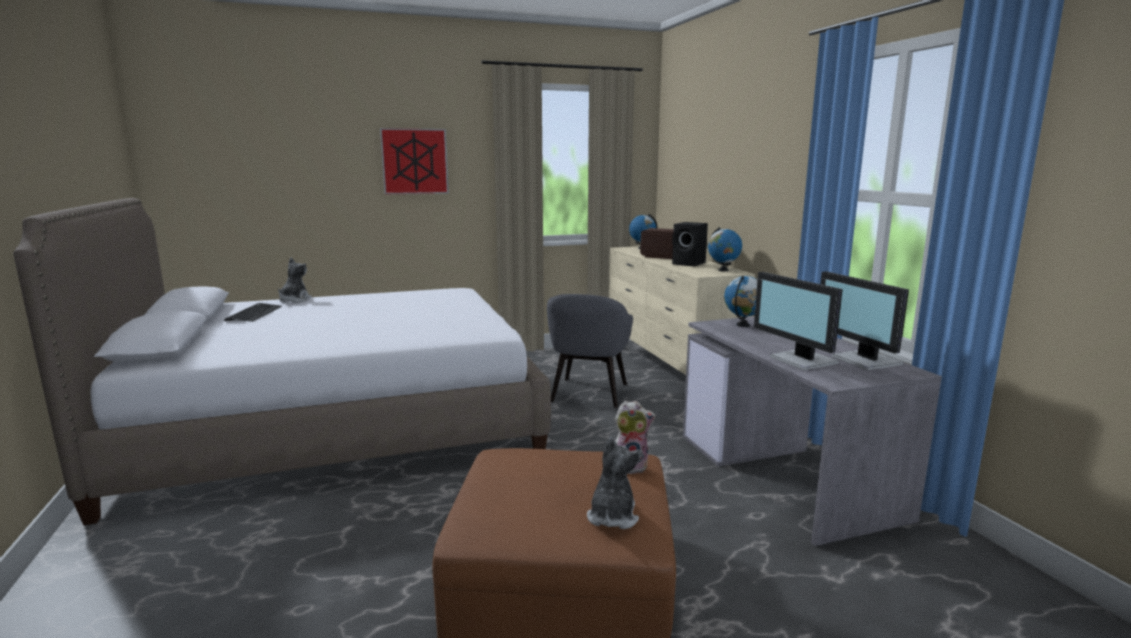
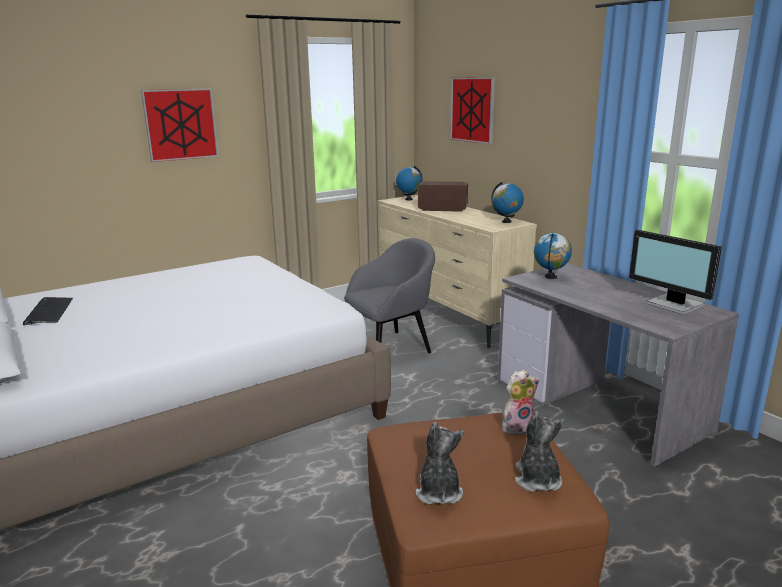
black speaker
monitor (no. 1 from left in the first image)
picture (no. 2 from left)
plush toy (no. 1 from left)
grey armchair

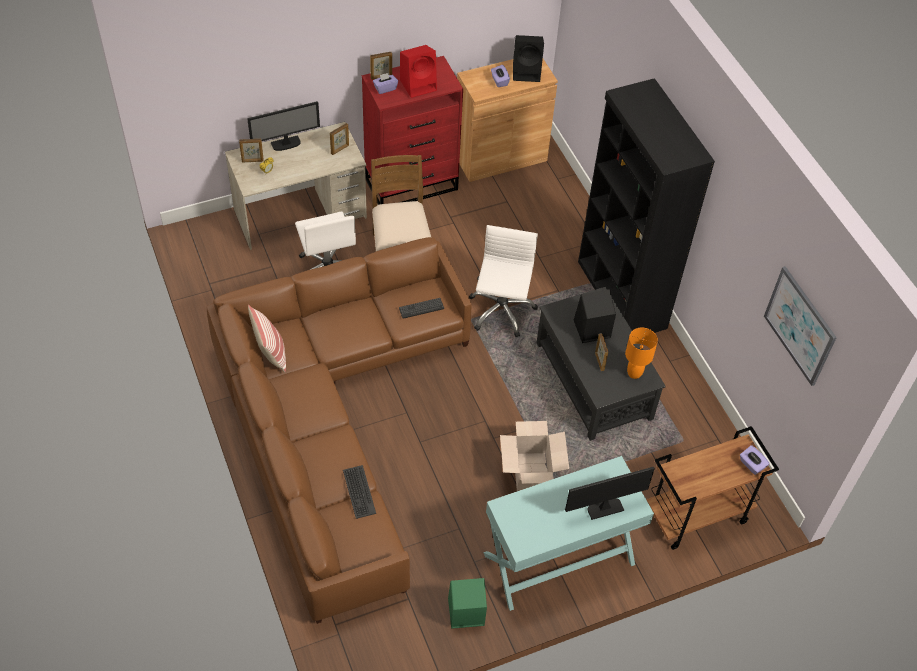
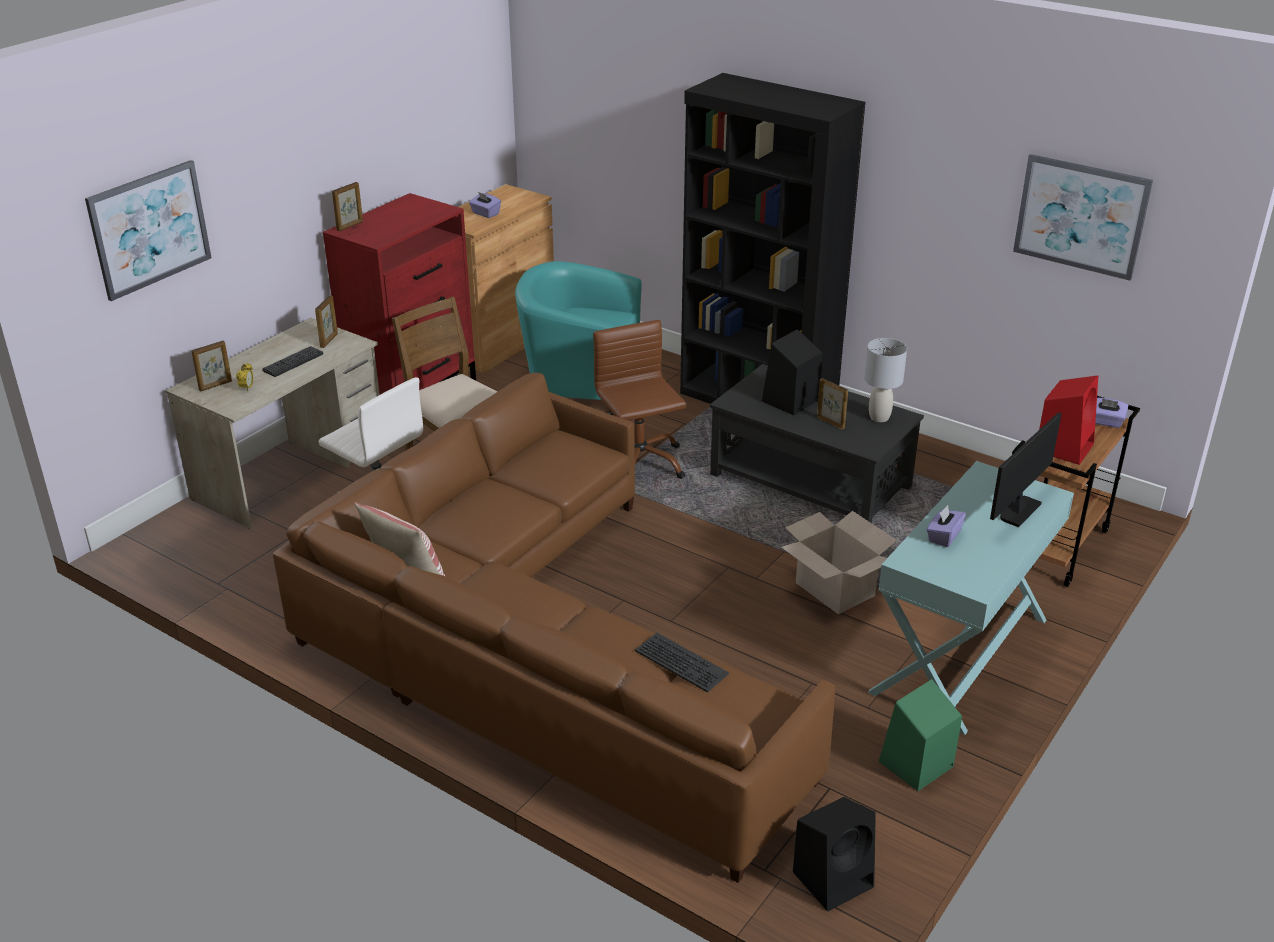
monitor (no. 1 from left in the first image)
picture (no. 1 from left)
turquoise armchair
purple tissue box (no. 2 from left)
keyboard (no. 1 from left)
red speaker
black speaker (no. 2 from left)
brown office chair
grey table lamp

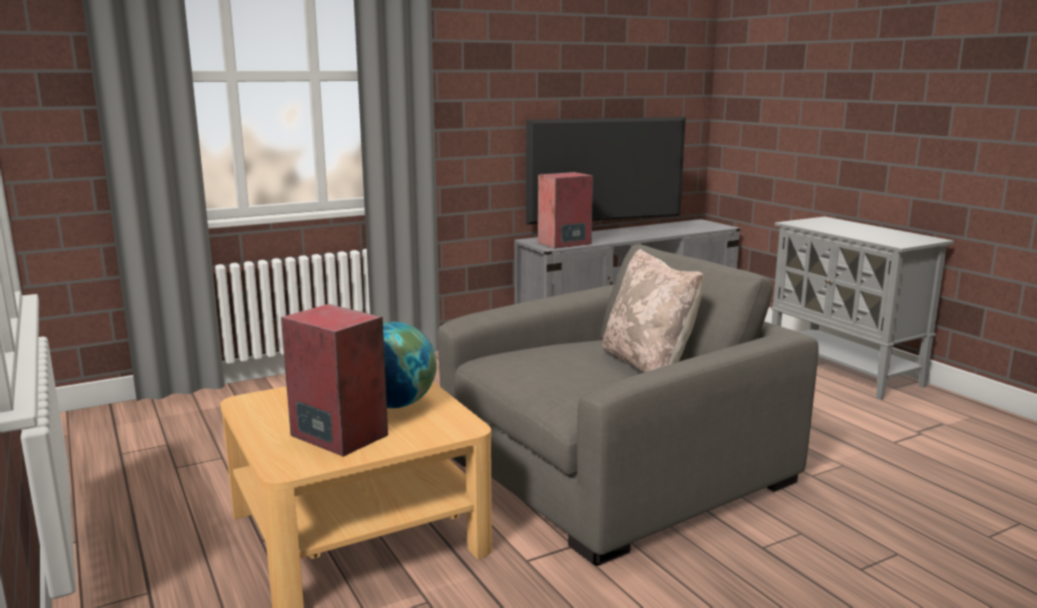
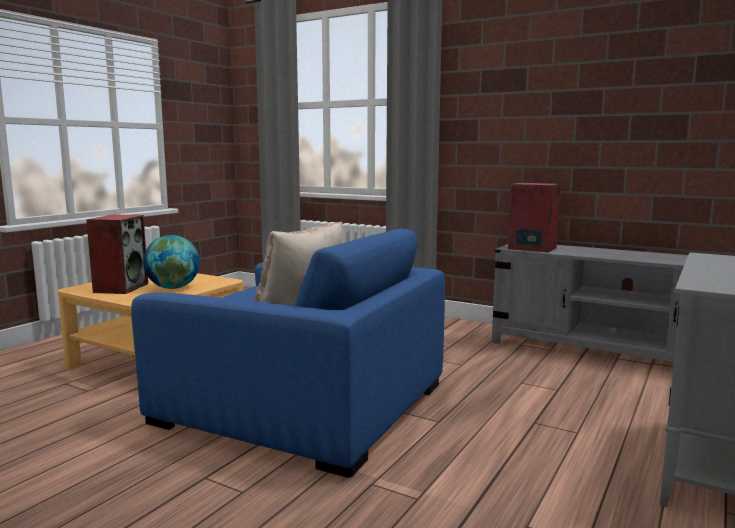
television
blue armchair

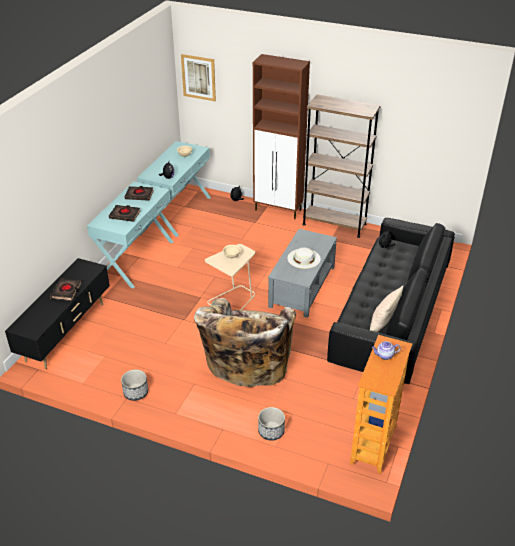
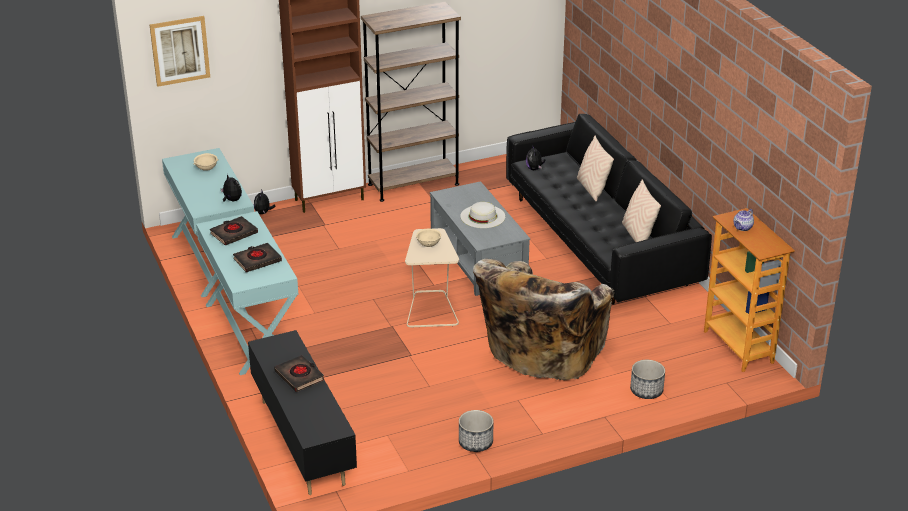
beige pillow (no. 1 from left)
beige armchair

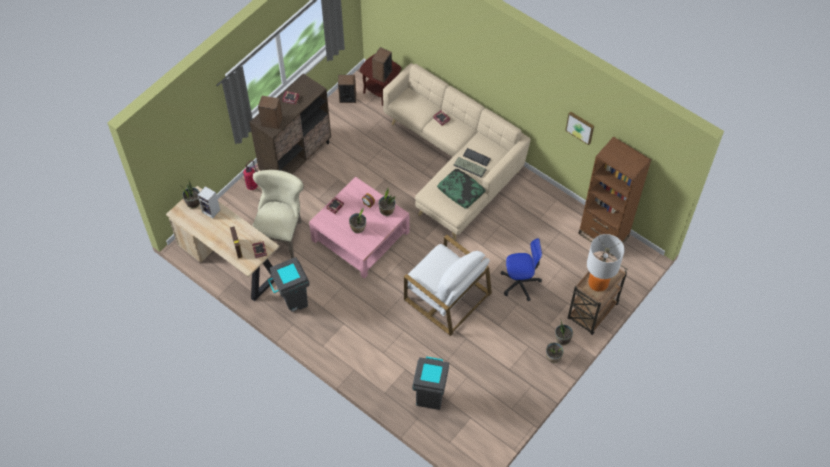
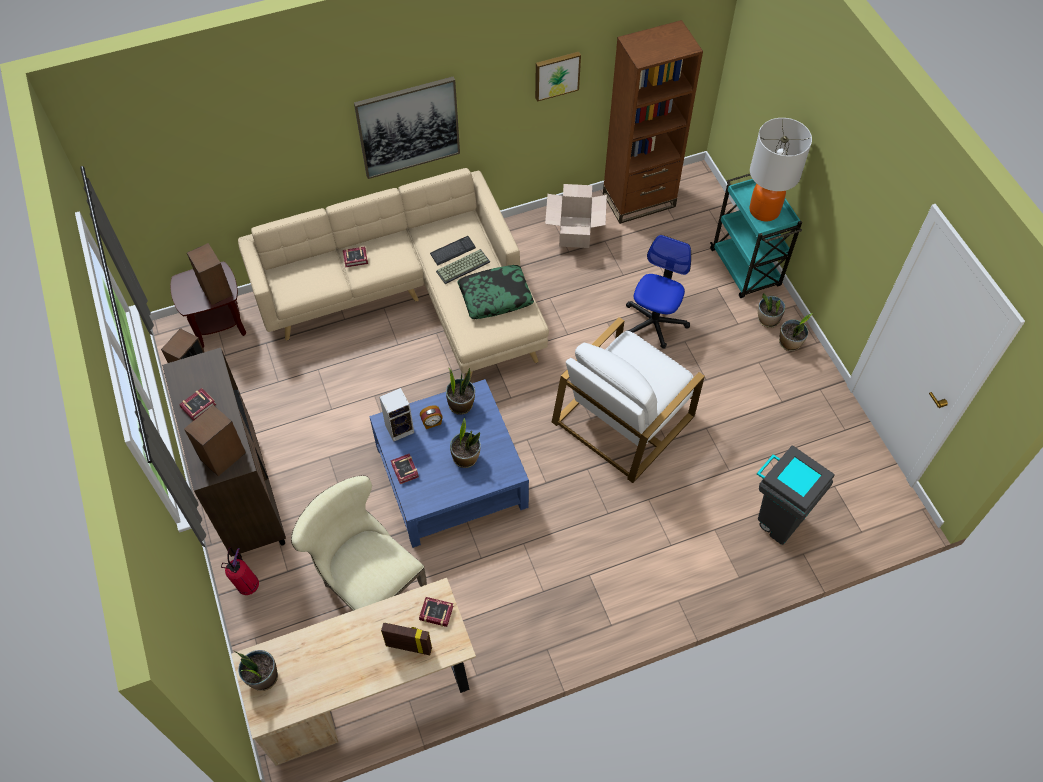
grey trash can (no. 1 from left in the first image)
picture (no. 1 from left)
cardboard box
speaker (no. 4 from left)
blue coffee table
turquoise cart
white armchair

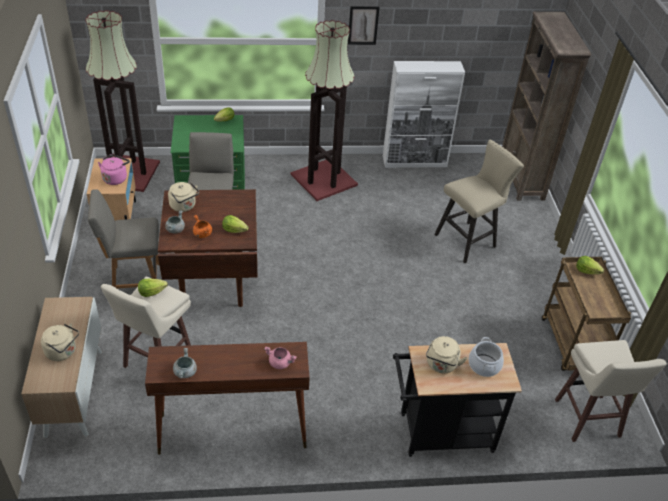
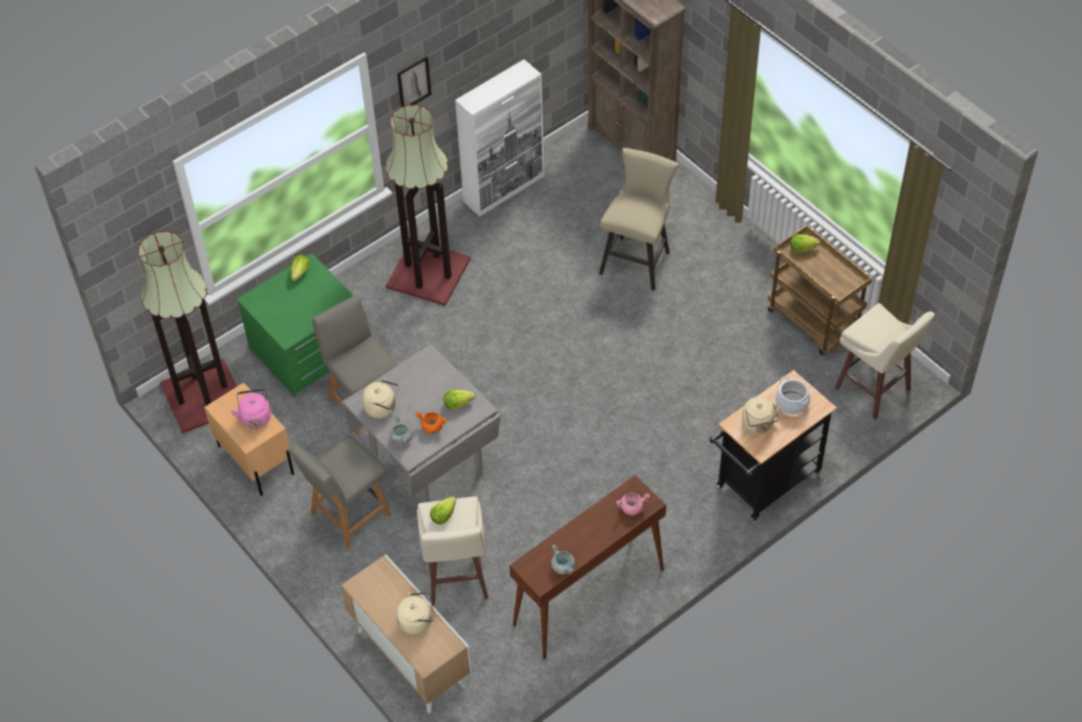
grey dining table

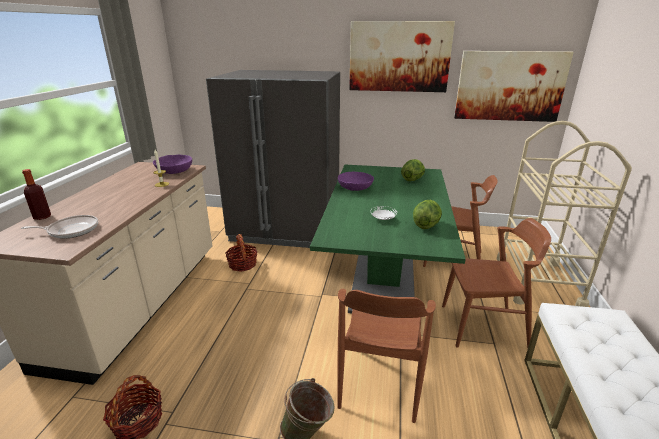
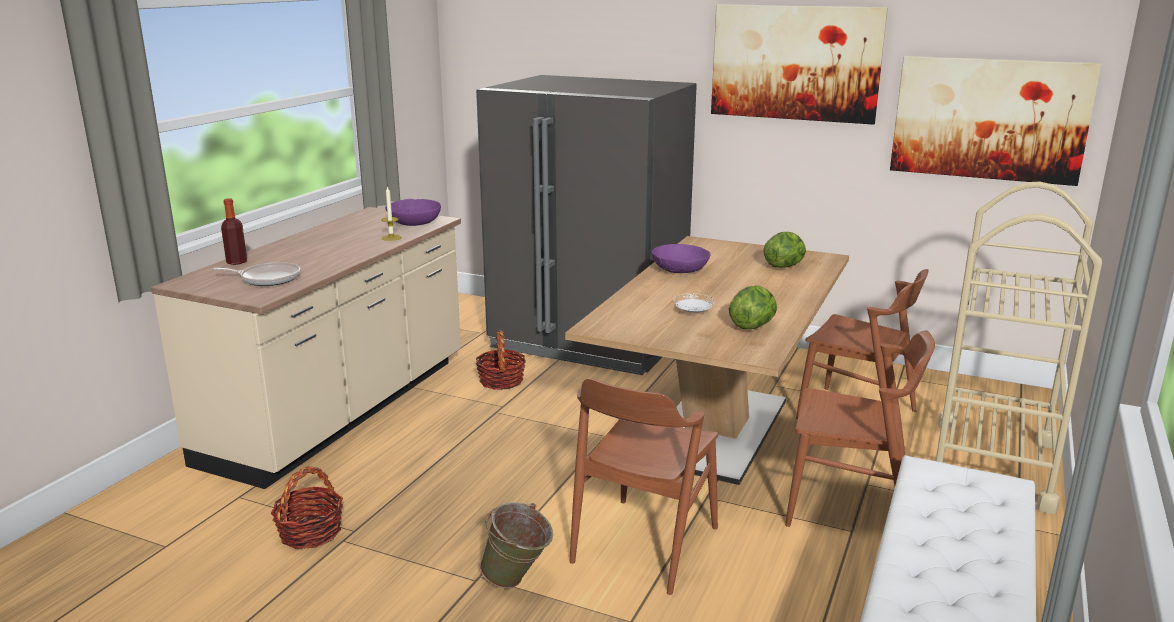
brown dining table

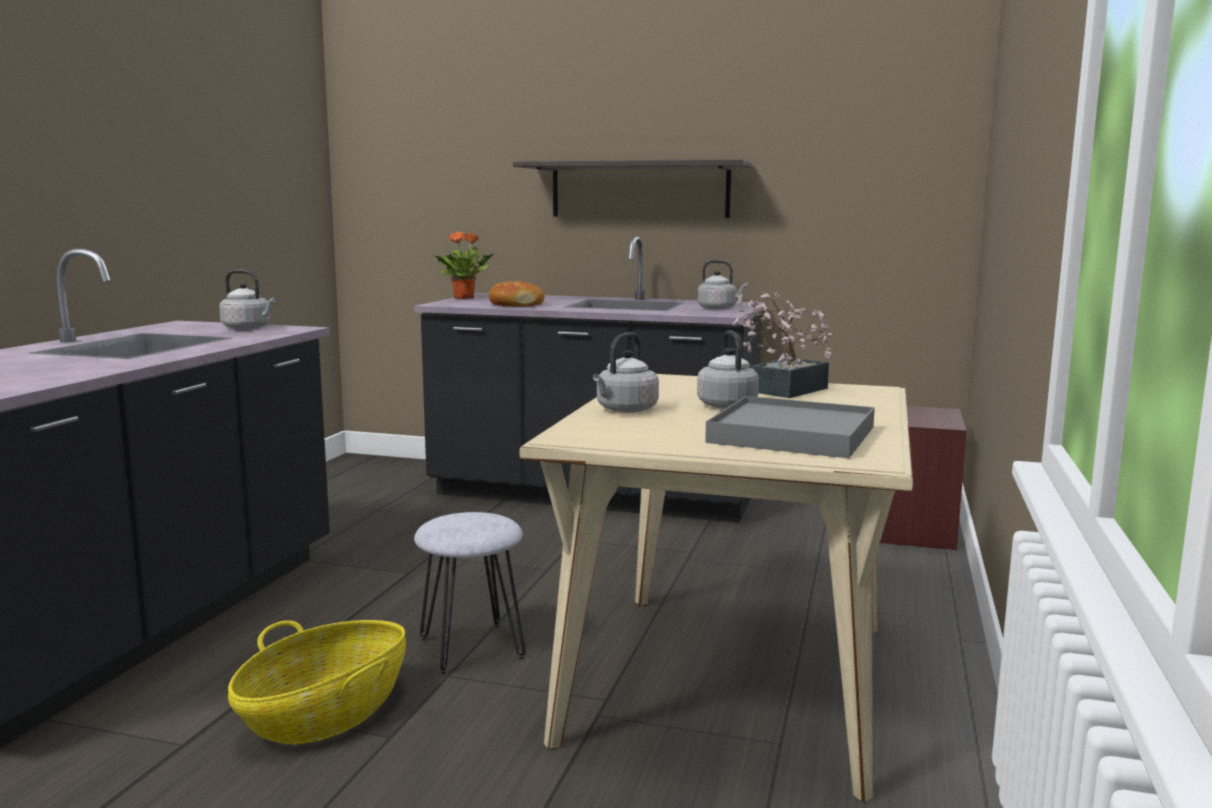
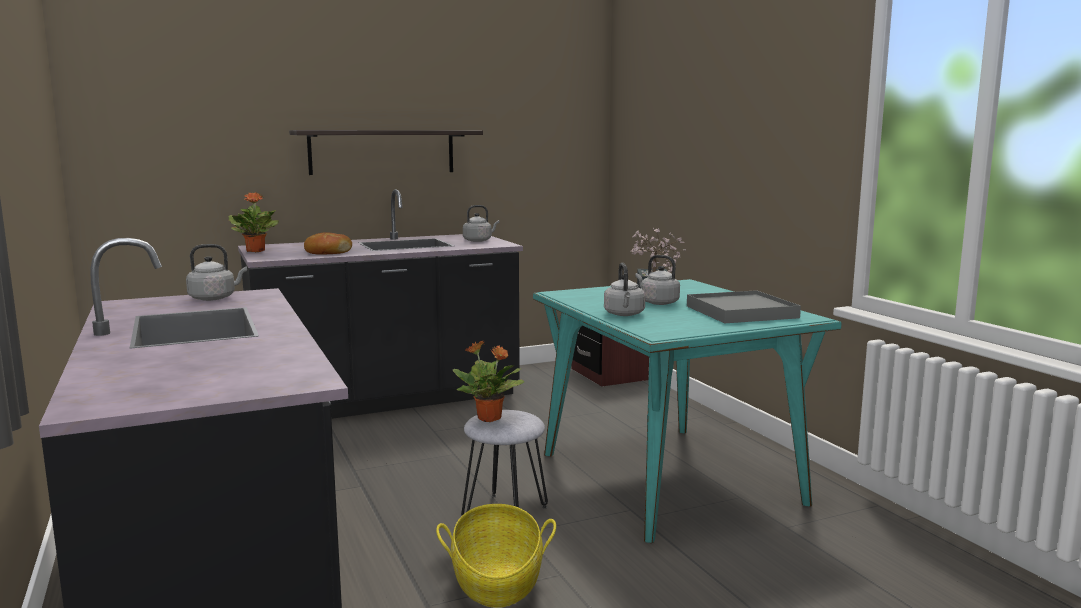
potted plant (no. 2 from left)
turquoise dining table

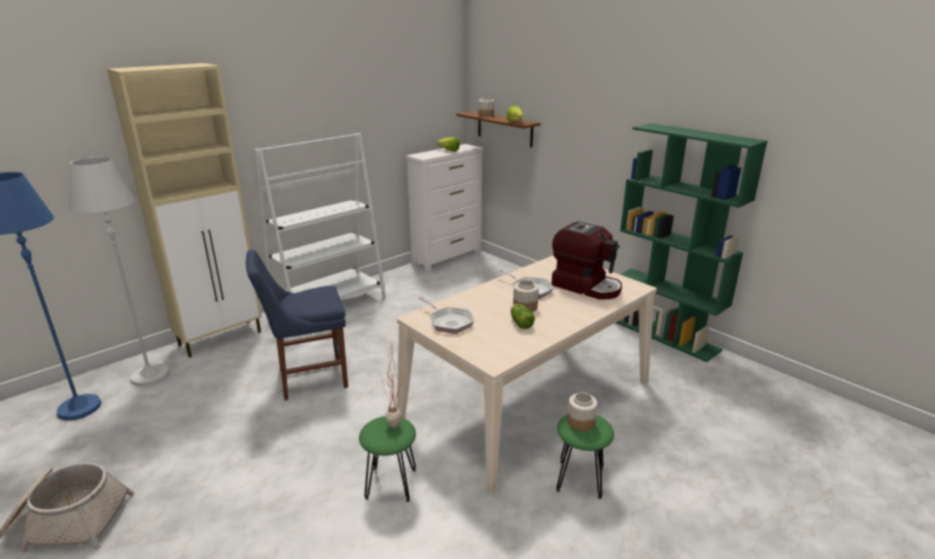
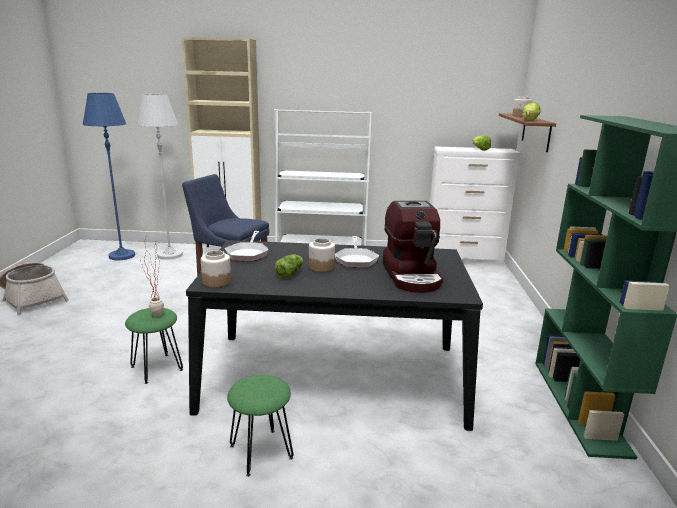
jar (no. 1 from left)
black dining table

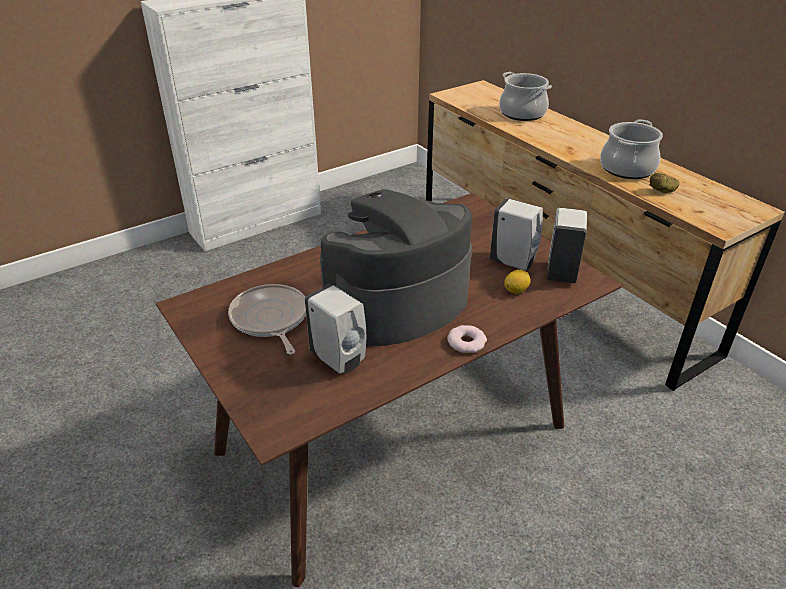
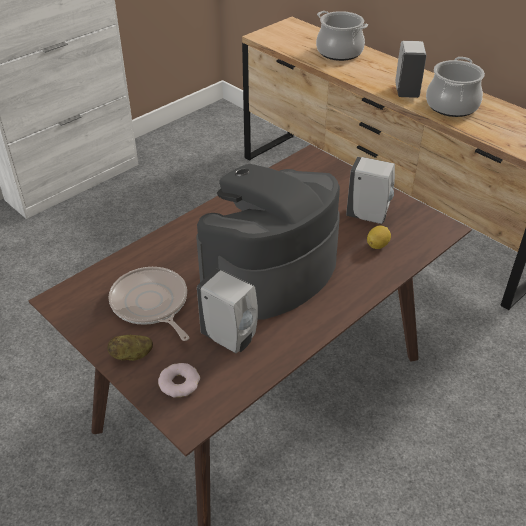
donut
white soap dispenser (no. 3 from left)
potato

